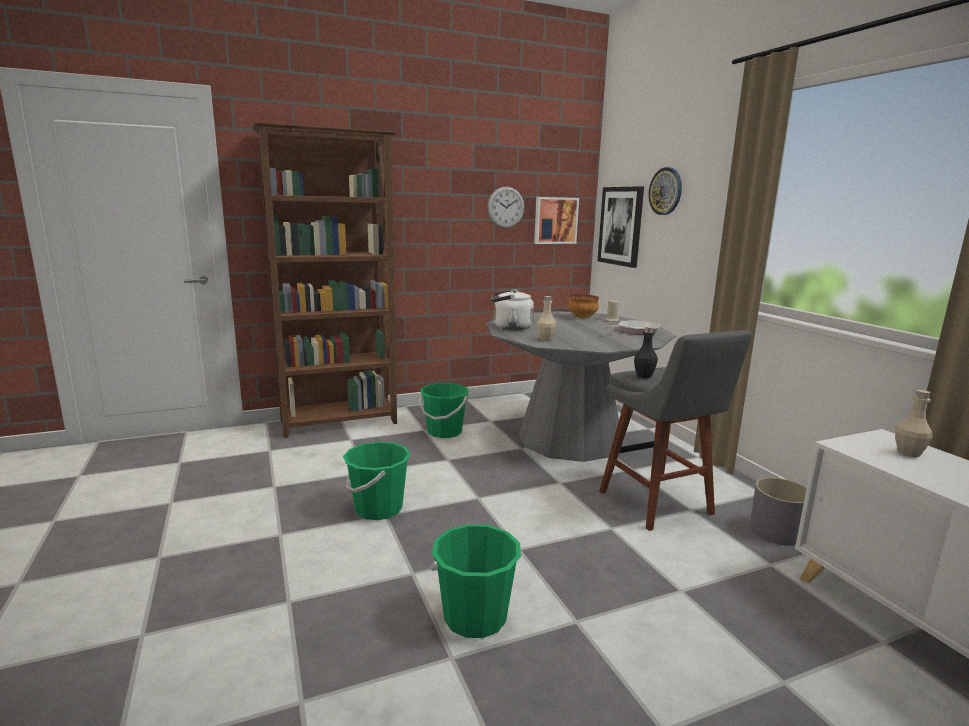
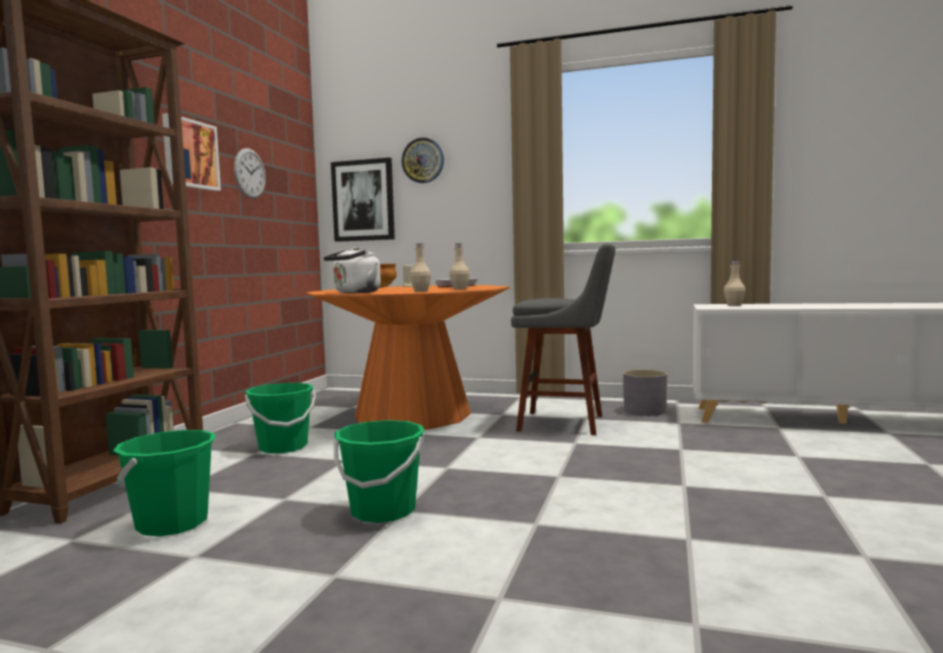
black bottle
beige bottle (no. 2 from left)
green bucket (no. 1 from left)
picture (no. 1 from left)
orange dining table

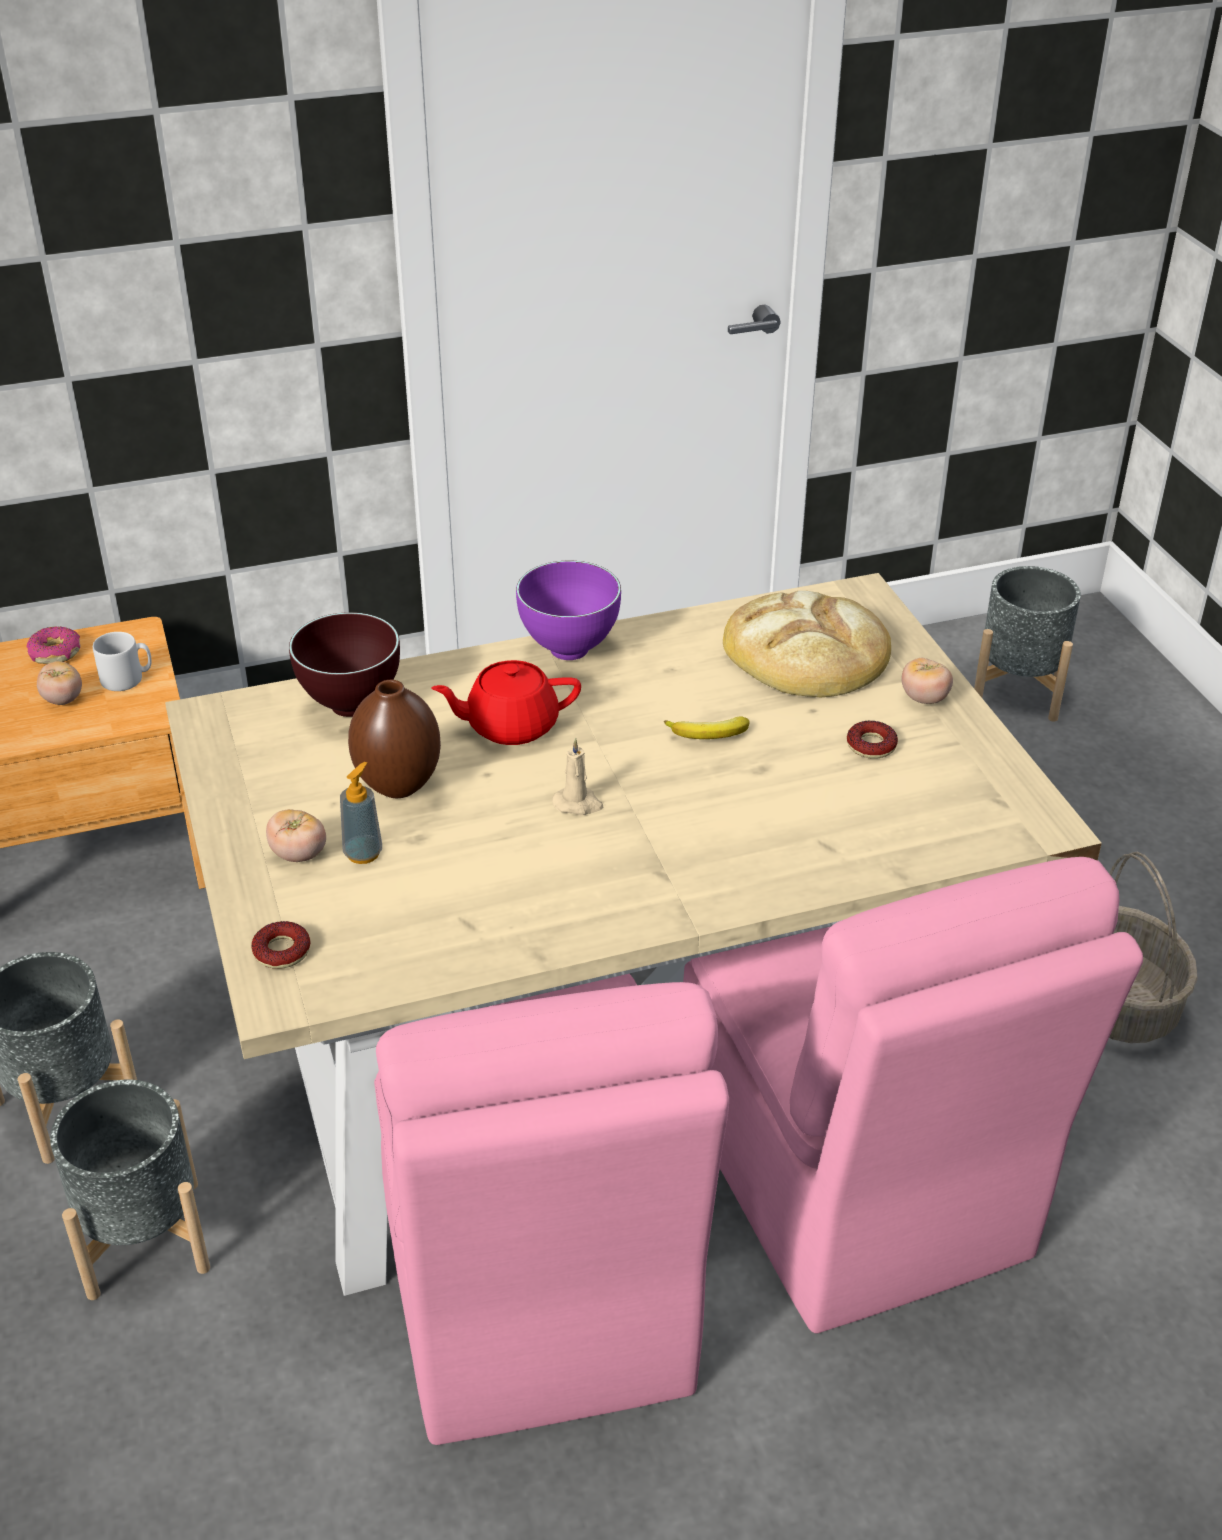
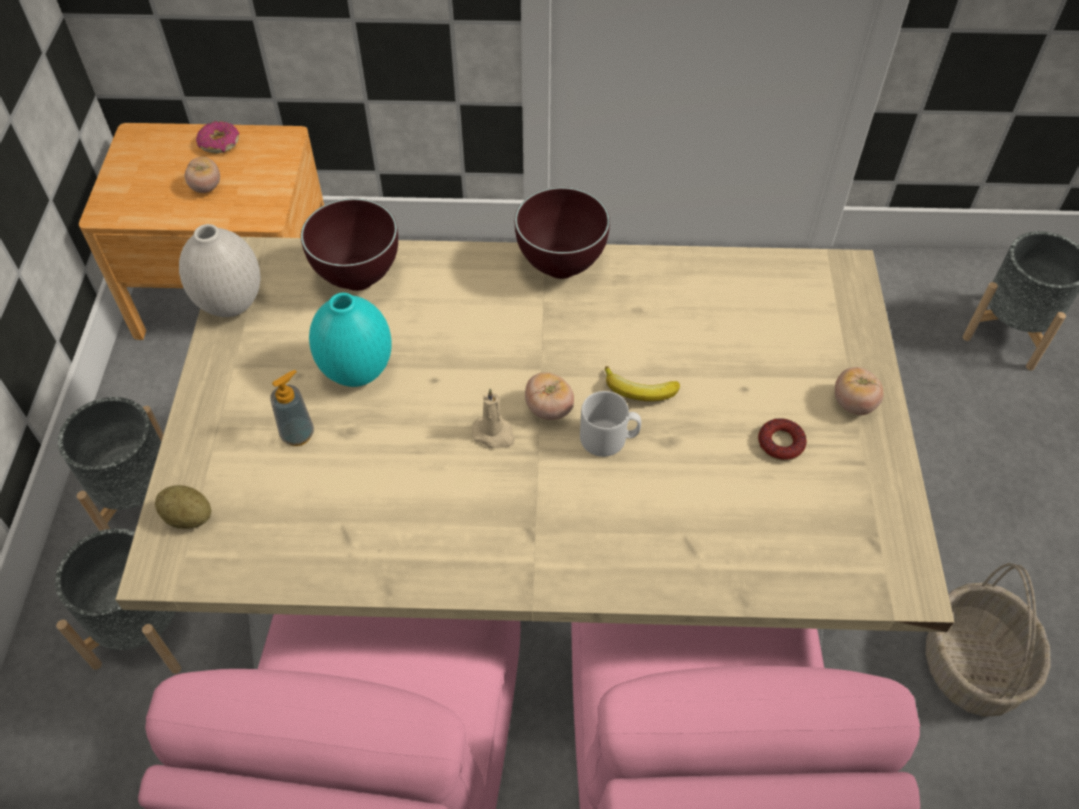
red teapot
bread
white vase
grey mug
tomato (no. 2 from left)
potato
turquoise vase
brown bowl (no. 2 from left)

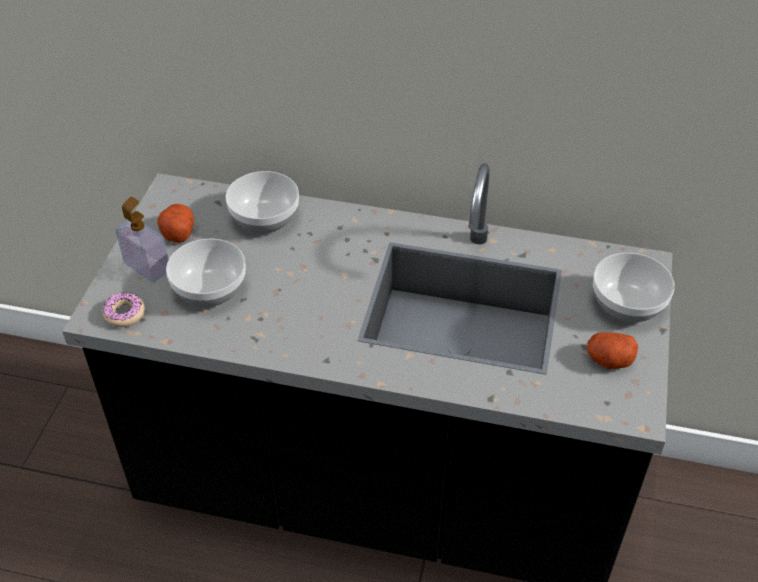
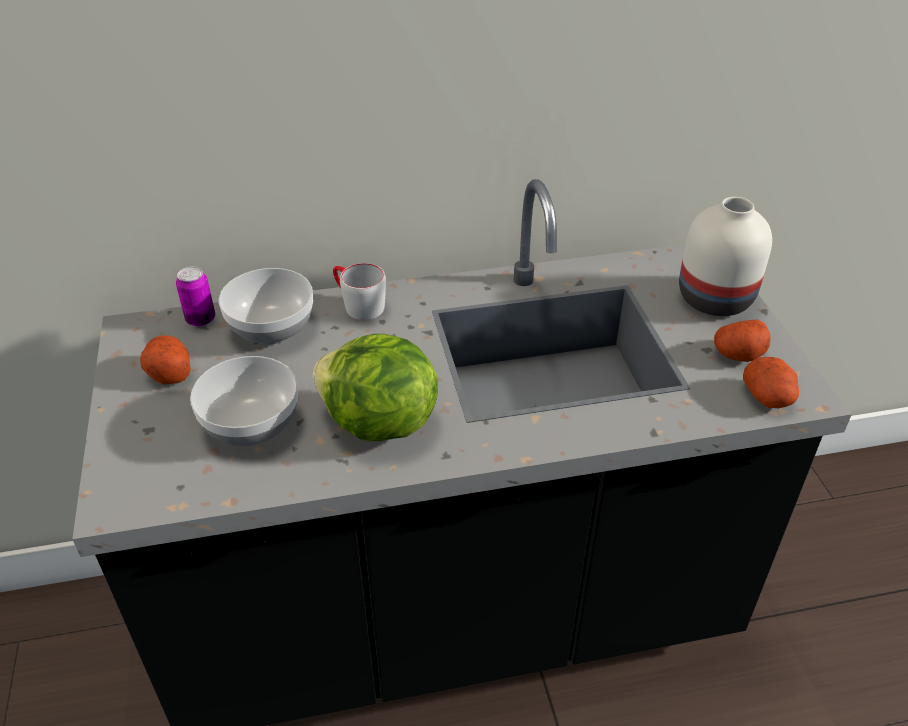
donut
soap dispenser
can
lettuce
grey mug
potato (no. 3 from left)
white vase

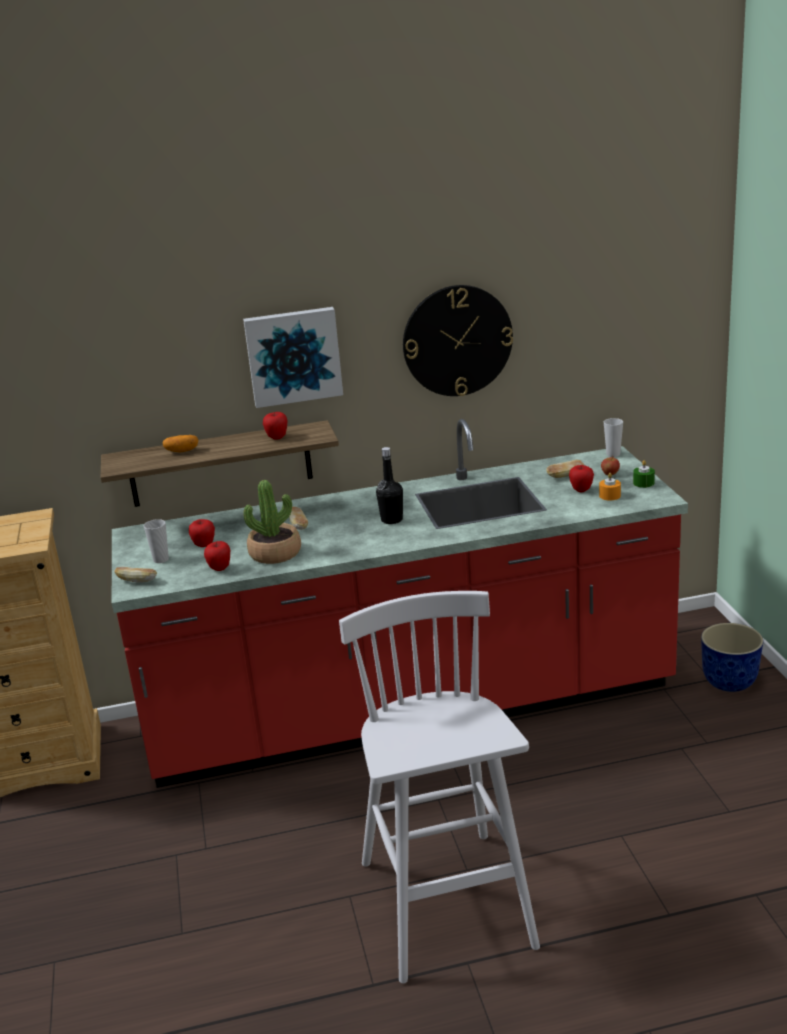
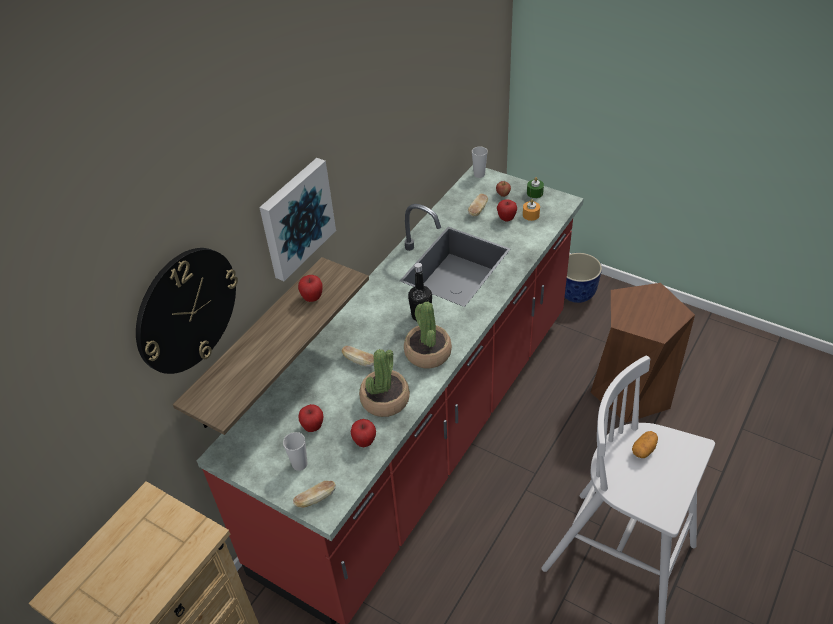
potted plant (no. 2 from left)
brown stool
potato
wall clock

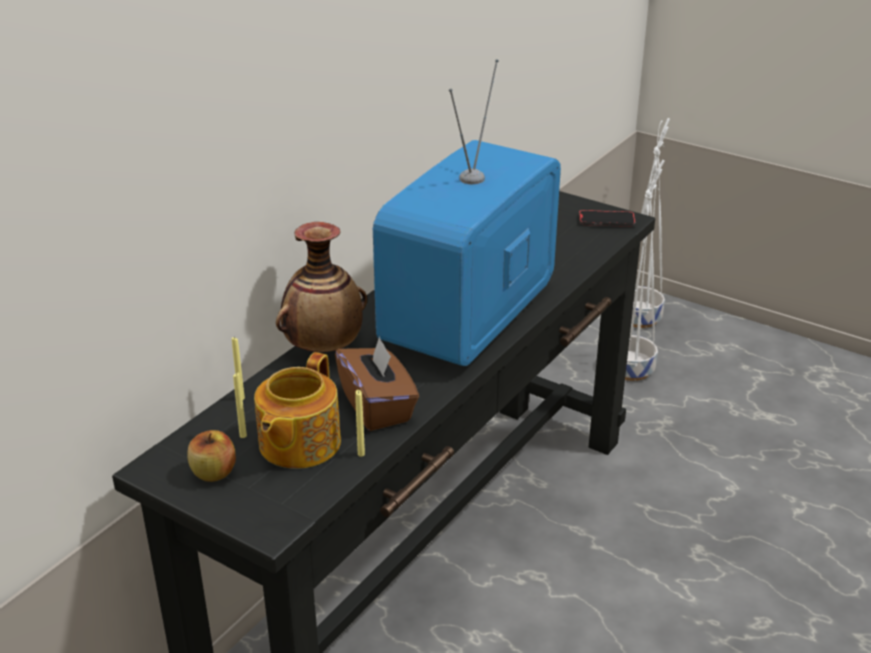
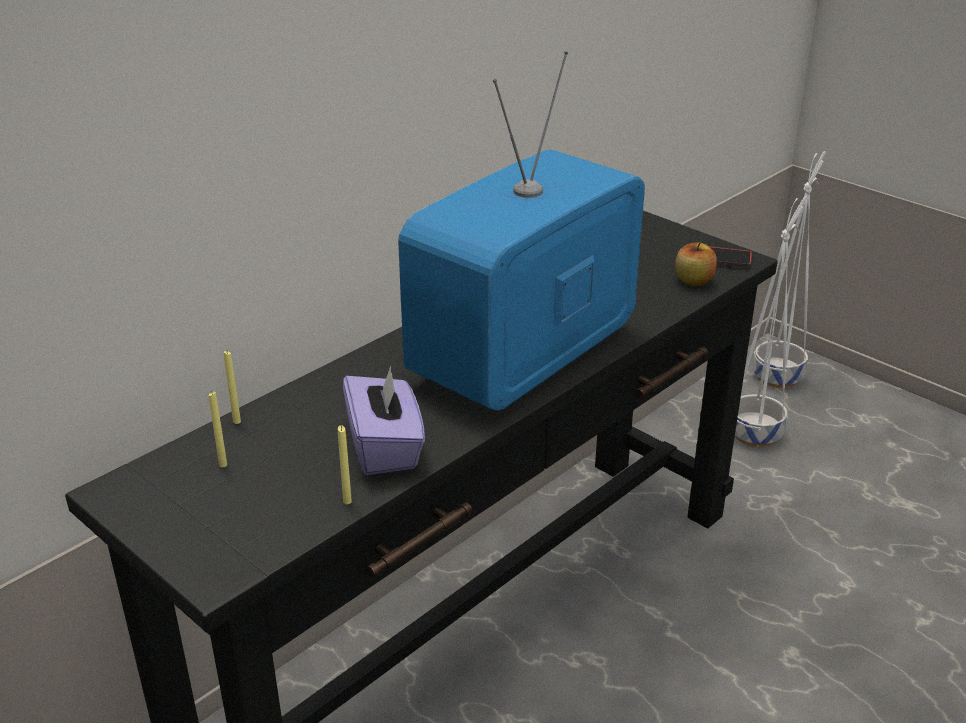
teapot
vase
apple
purple tissue box

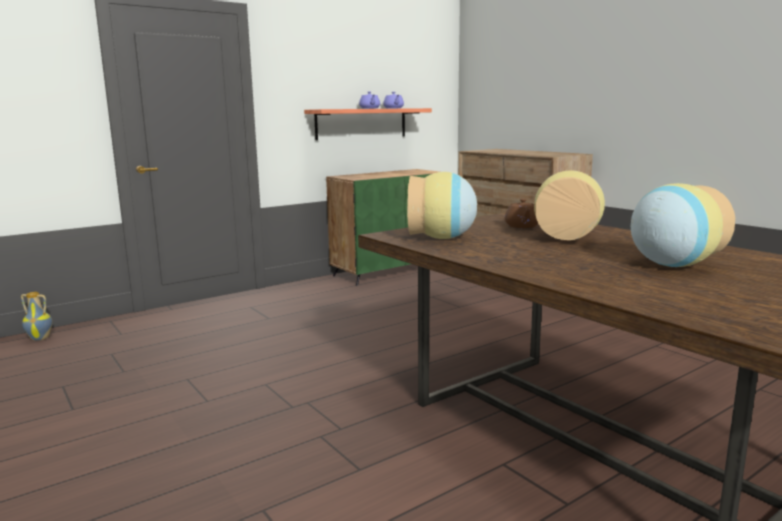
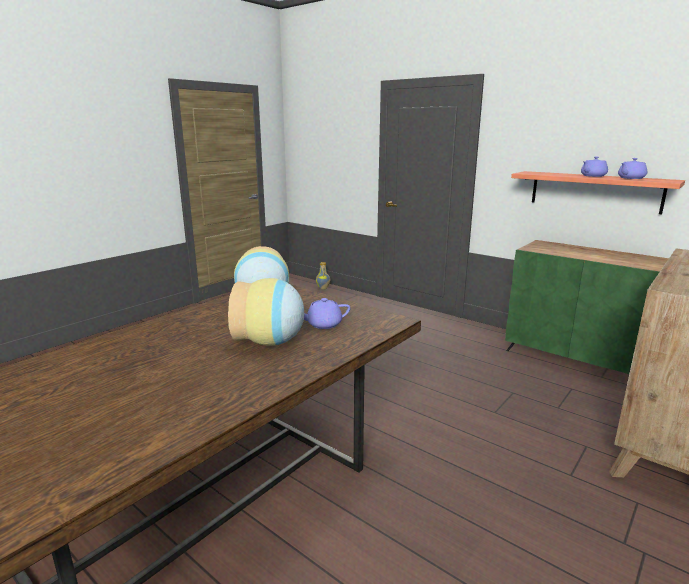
vase (no. 4 from left in the first image)
purple teapot (no. 1 from left)

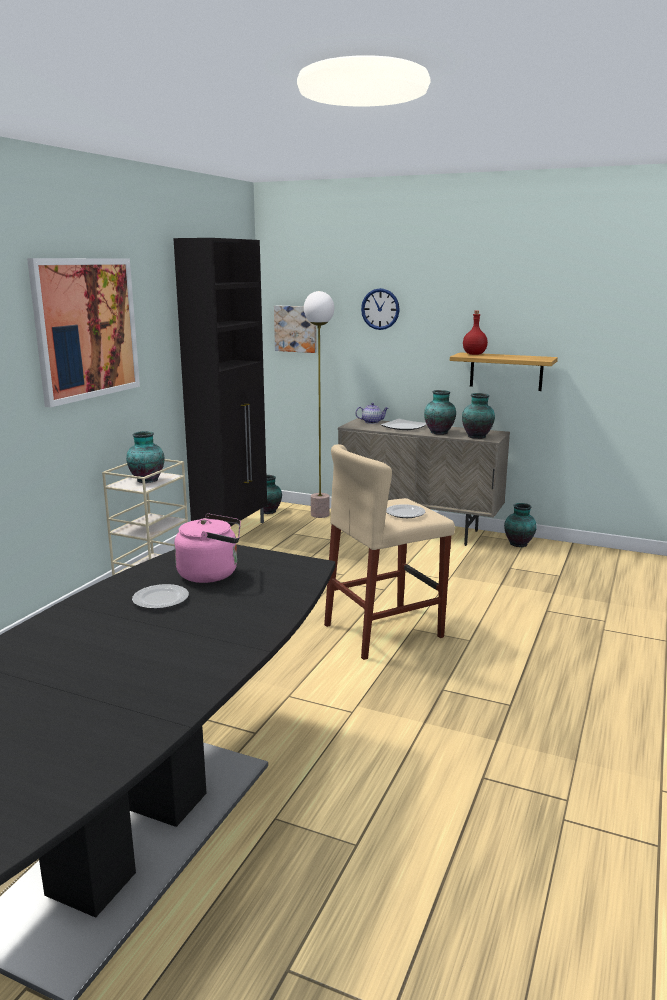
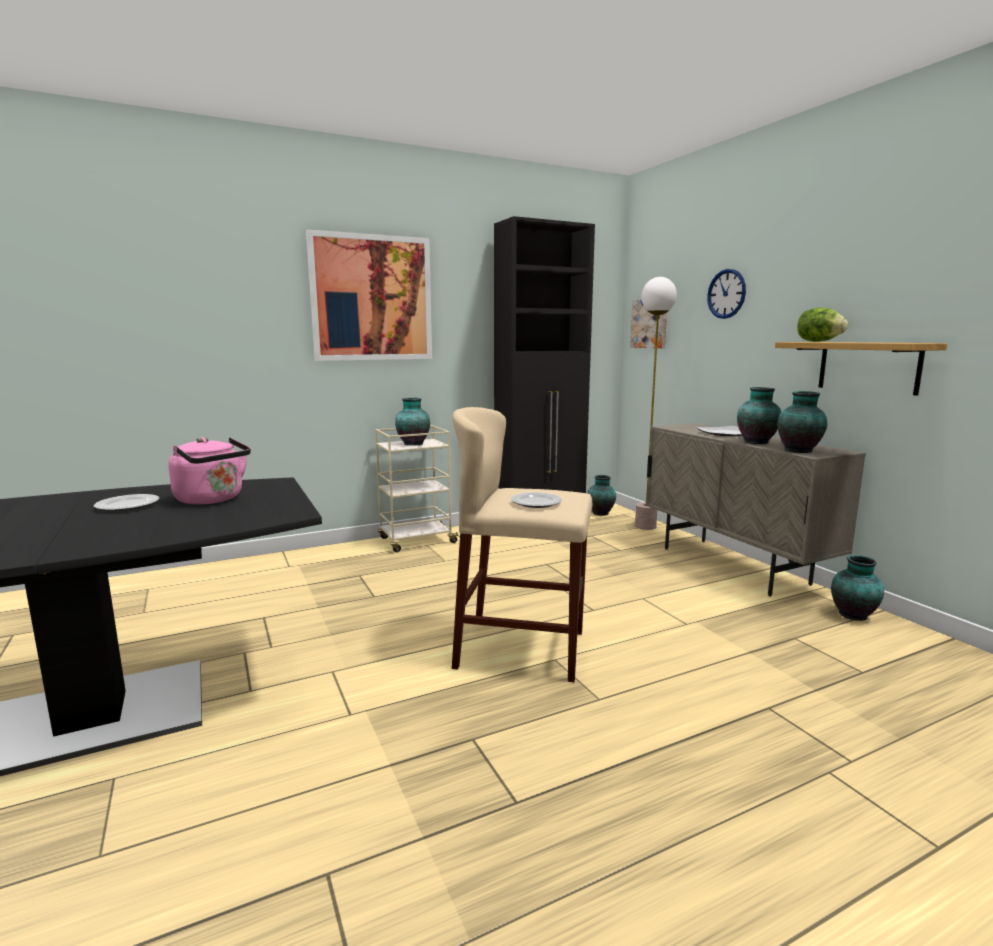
teapot
lettuce

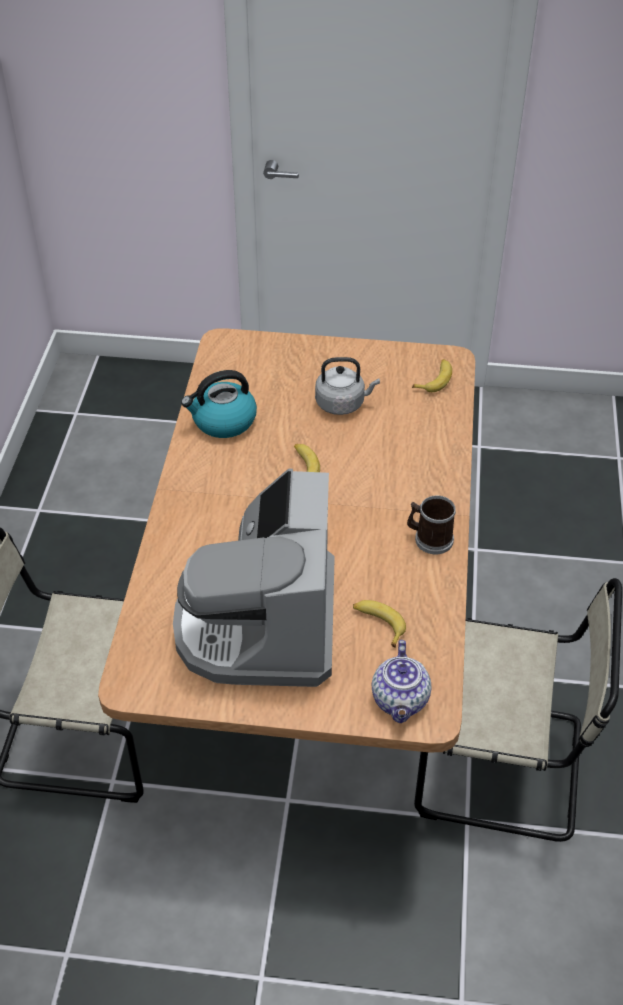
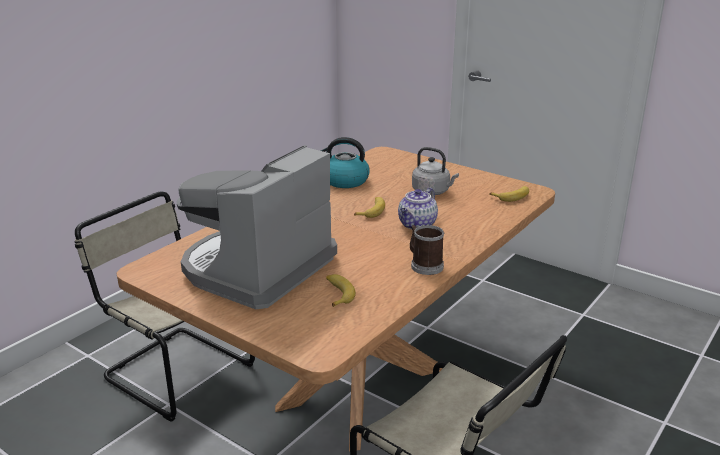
teapot

